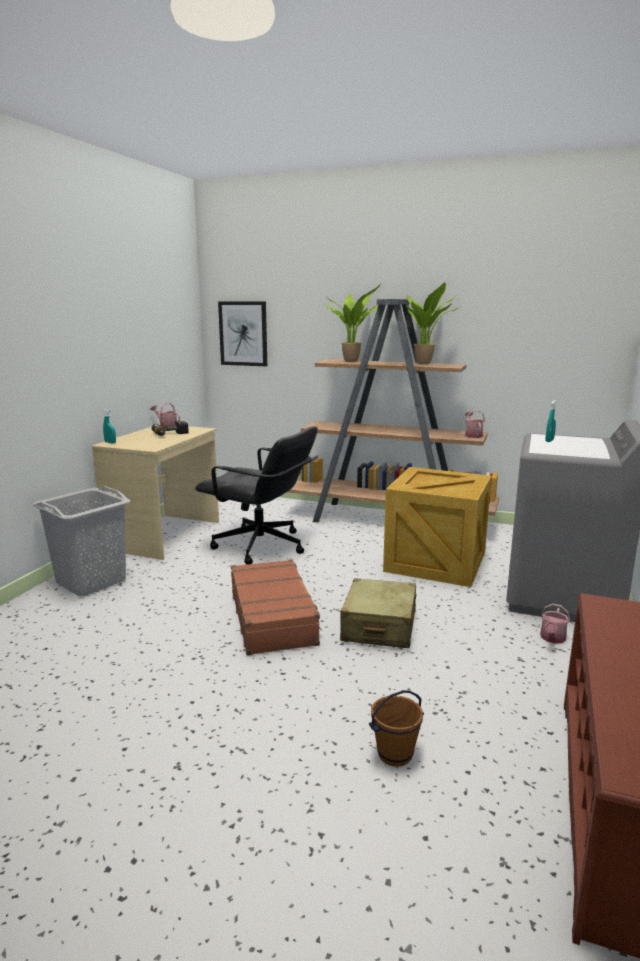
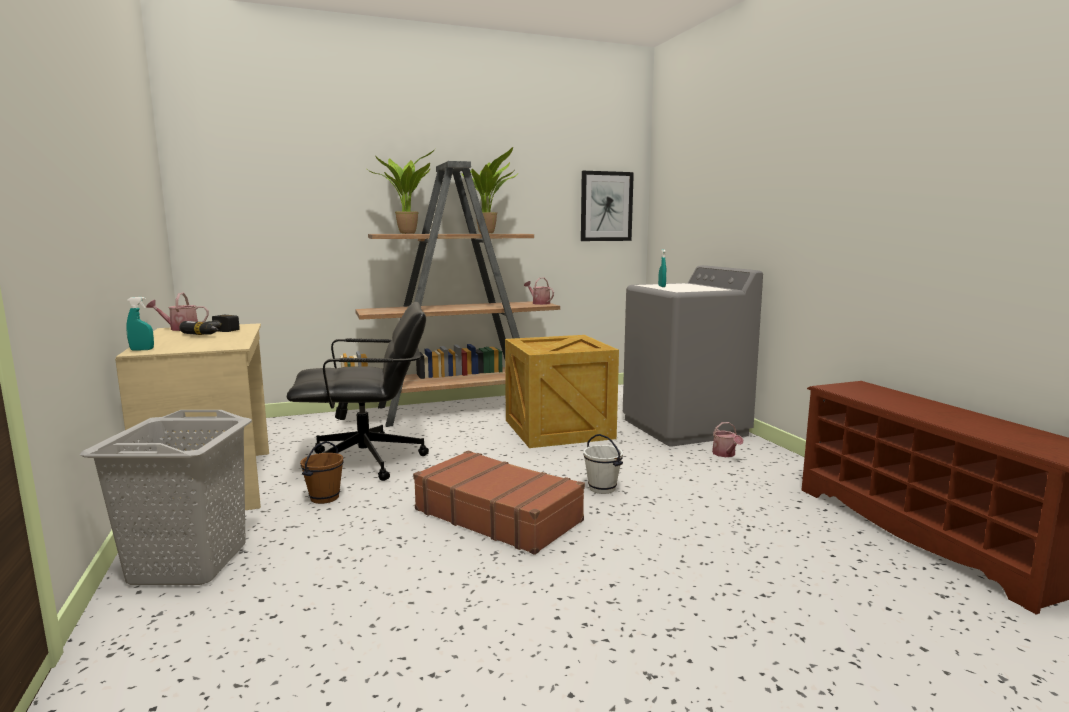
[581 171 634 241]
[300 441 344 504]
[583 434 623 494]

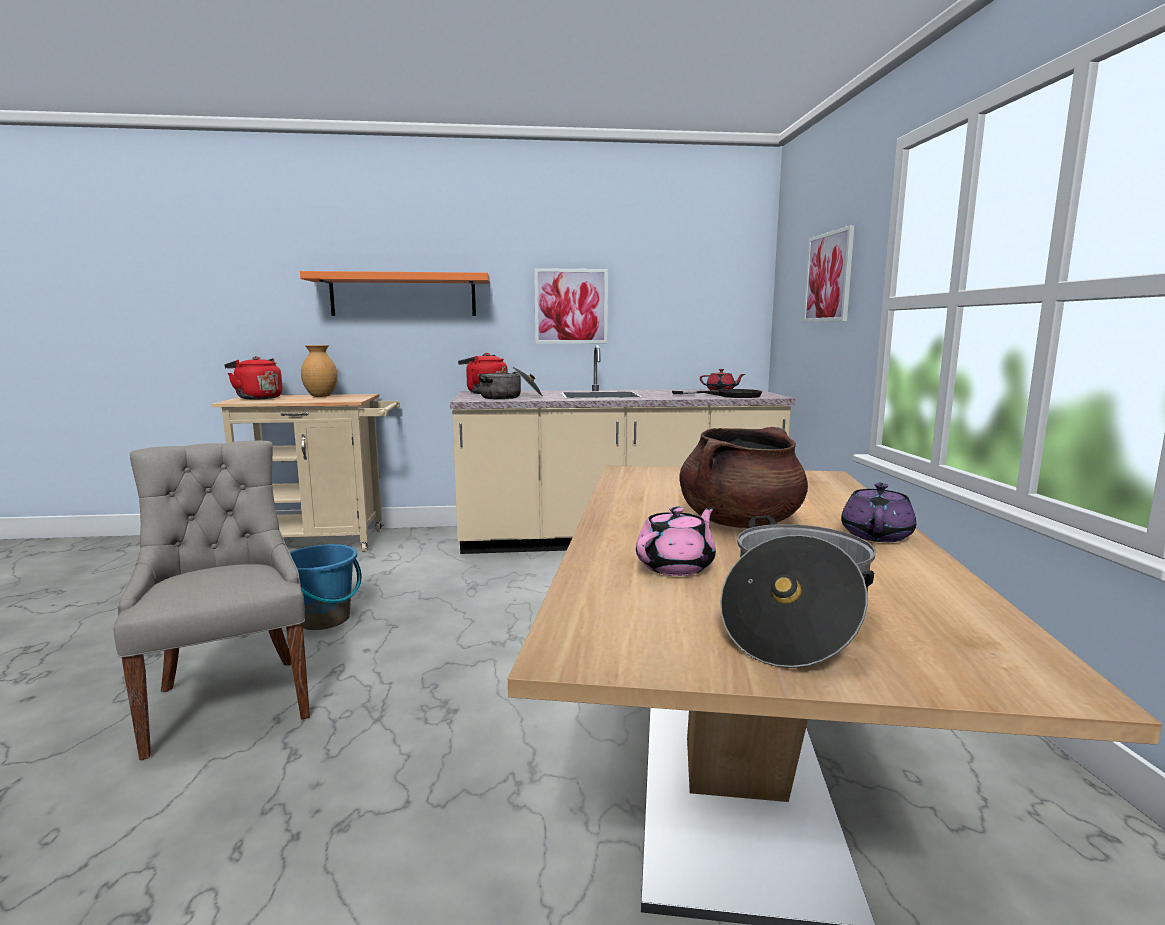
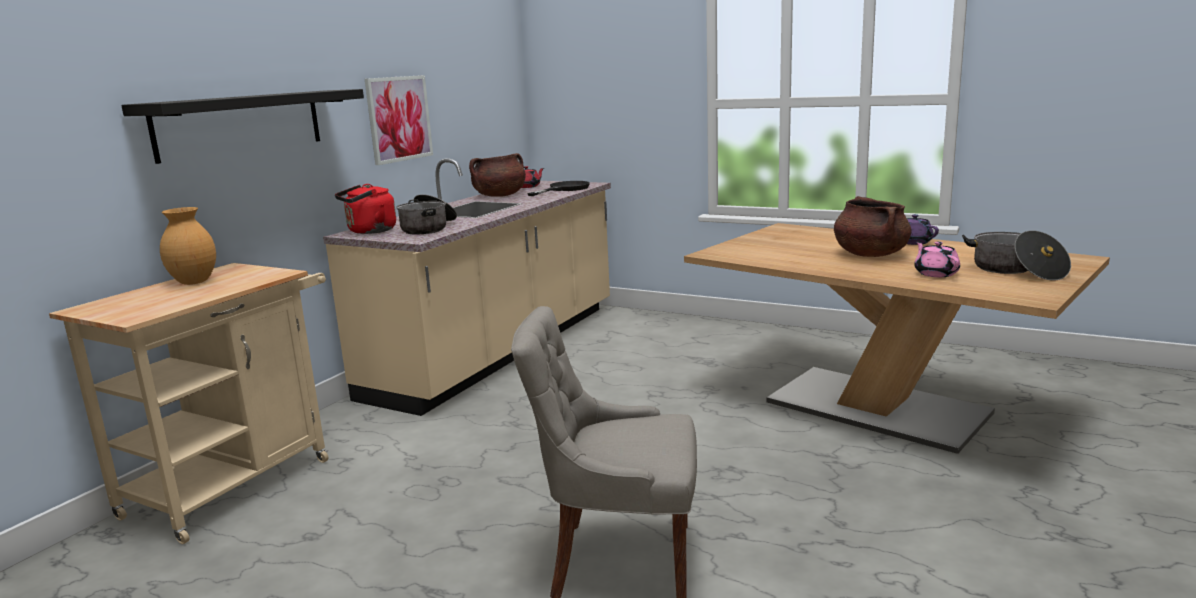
[224 356 283 400] (first image)
[290 544 362 630] (first image)
[803 225 855 322] (first image)
[469 153 526 197]
[121 89 364 164]

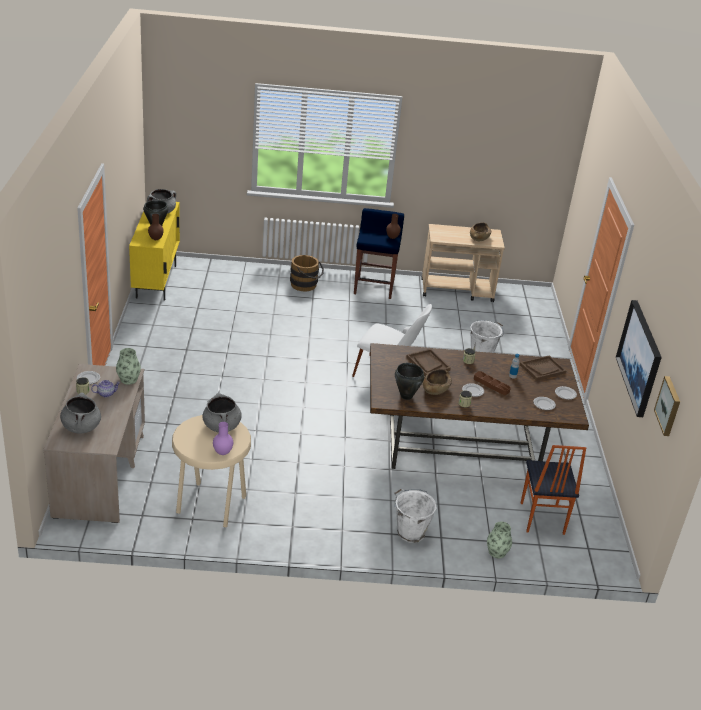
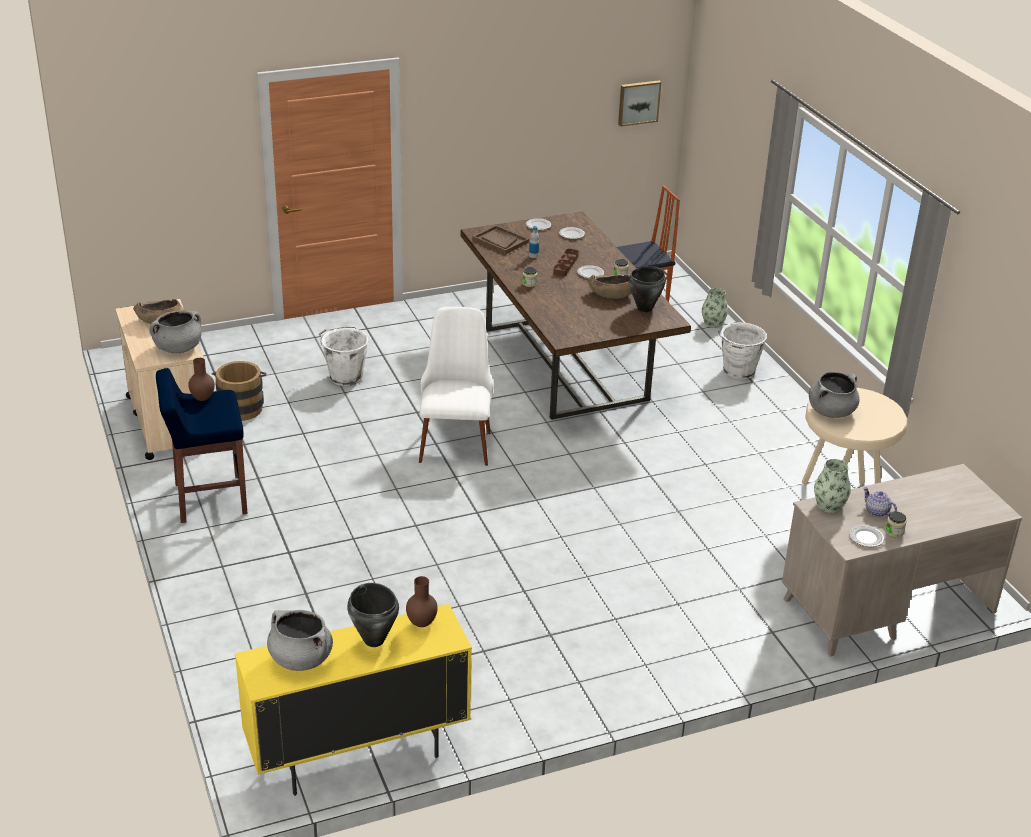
[213 422 233 455] (first image)
[406 349 451 376] (first image)
[616 300 662 417] (first image)
[149 310 202 353]
[212 361 267 421]

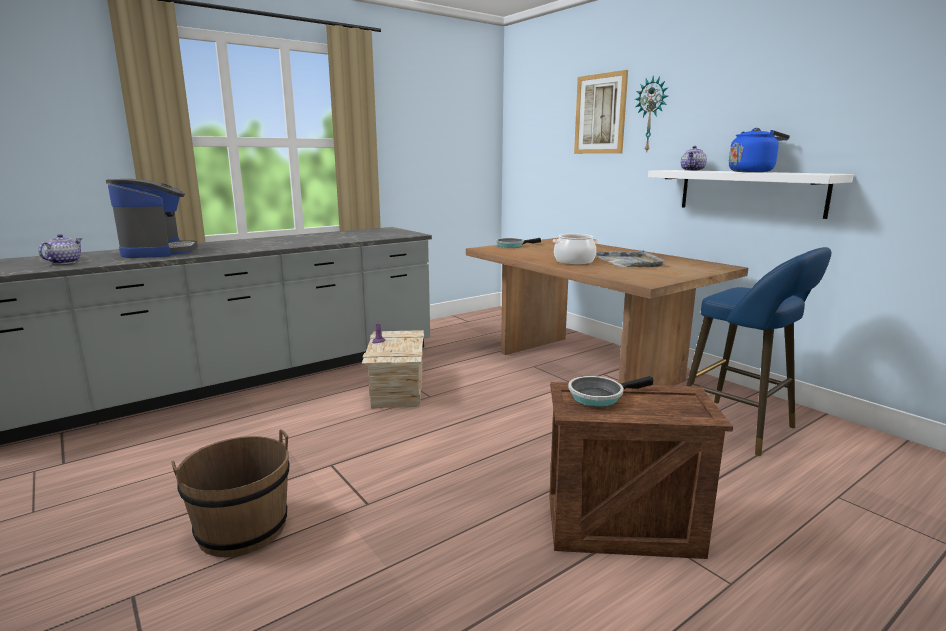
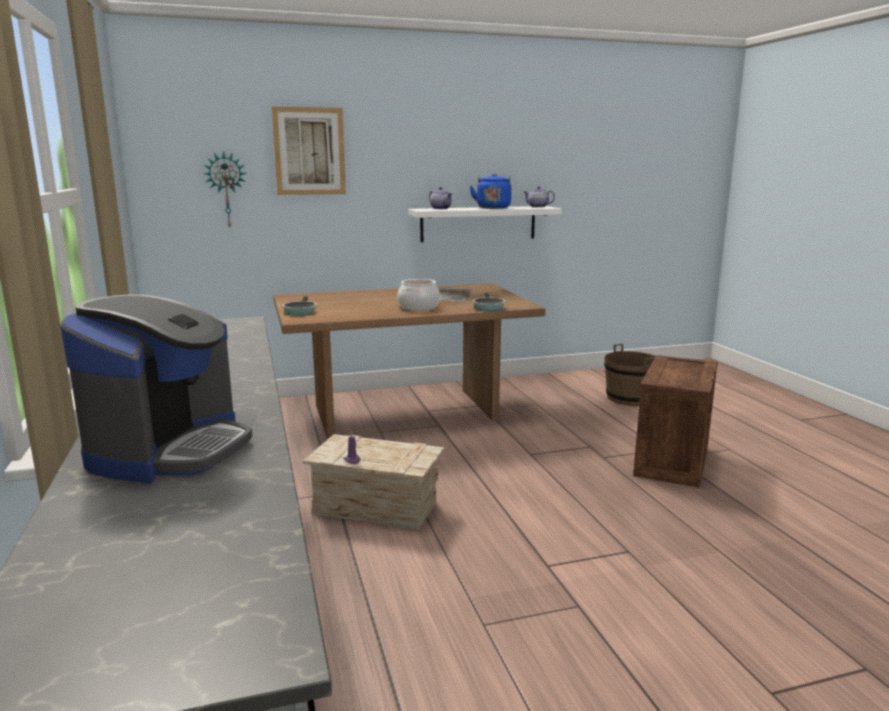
[686 247 832 456] (first image)
[523 186 555 208]
[604 344 656 406]
[472 293 505 311]
[203 151 247 228]
[61 294 252 483]

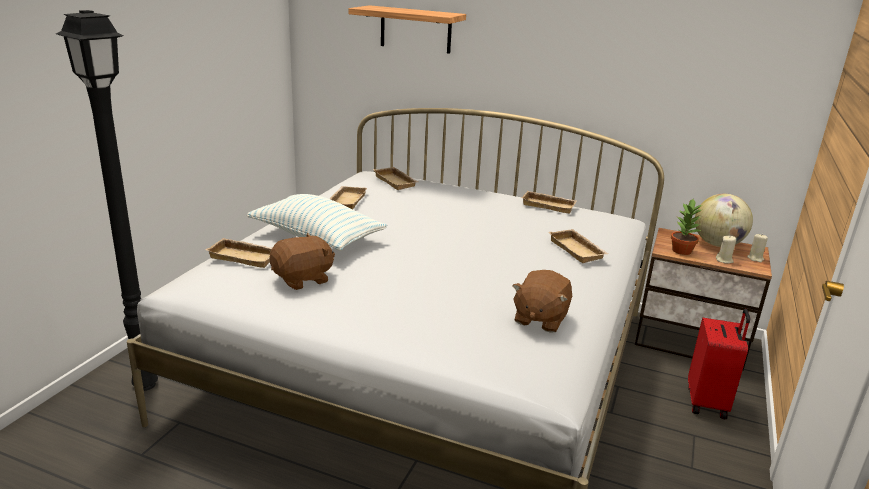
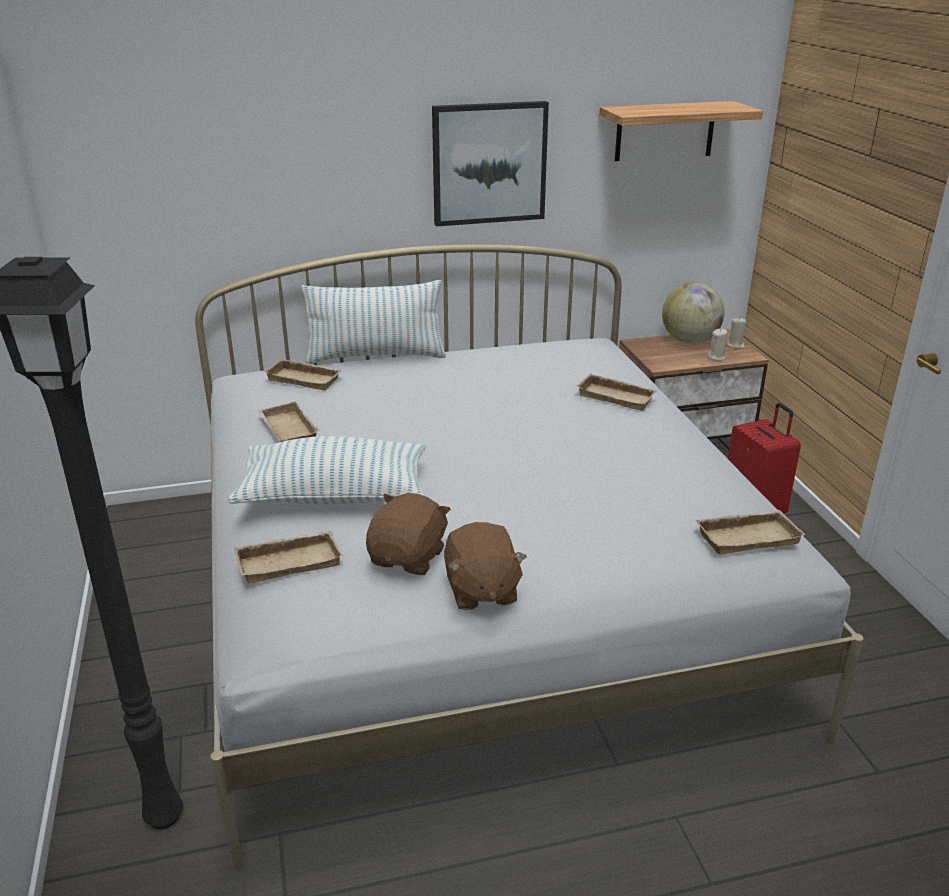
[671 198 703 255] (first image)
[301 280 446 364]
[432 101 549 226]
[599 101 763 161]
[444 522 527 610]
[695 510 805 555]

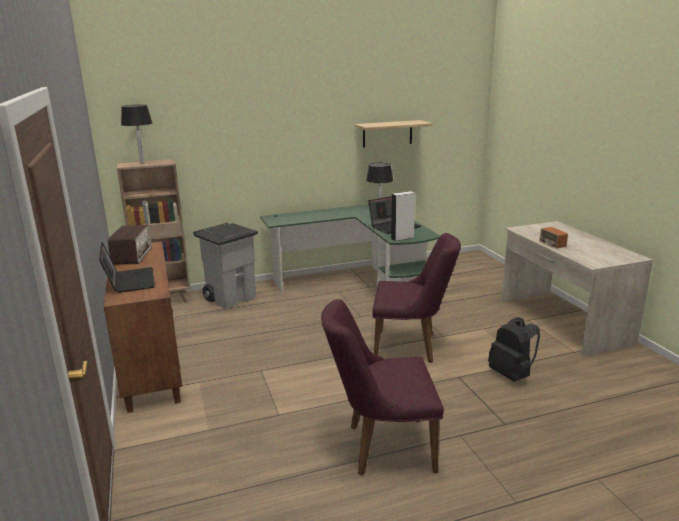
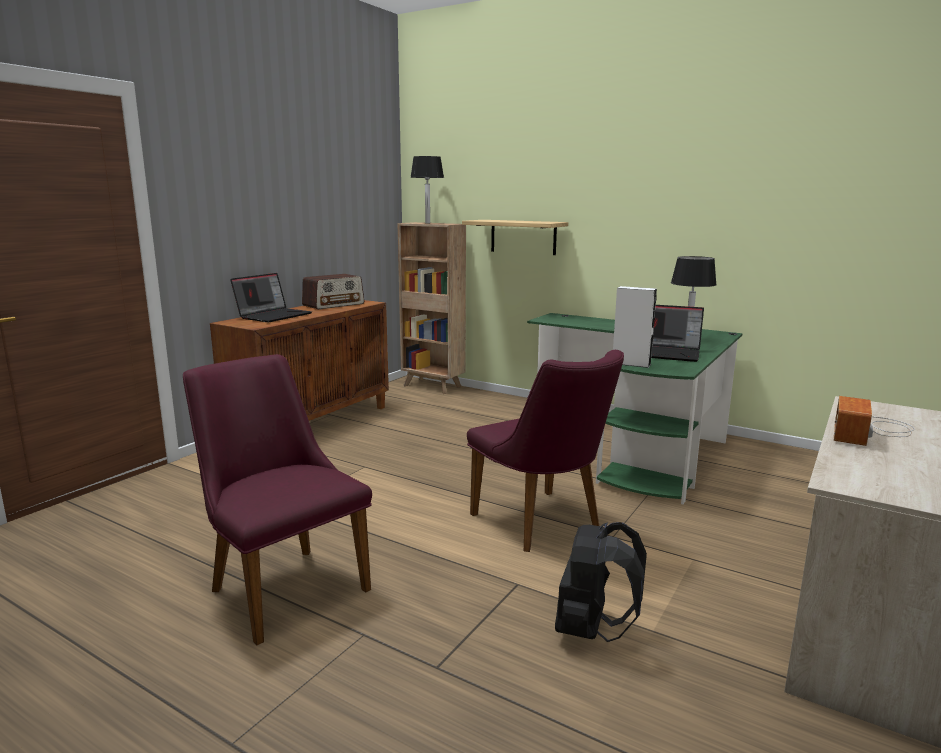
[193 223 258 309] (first image)
[462 220 568 255]

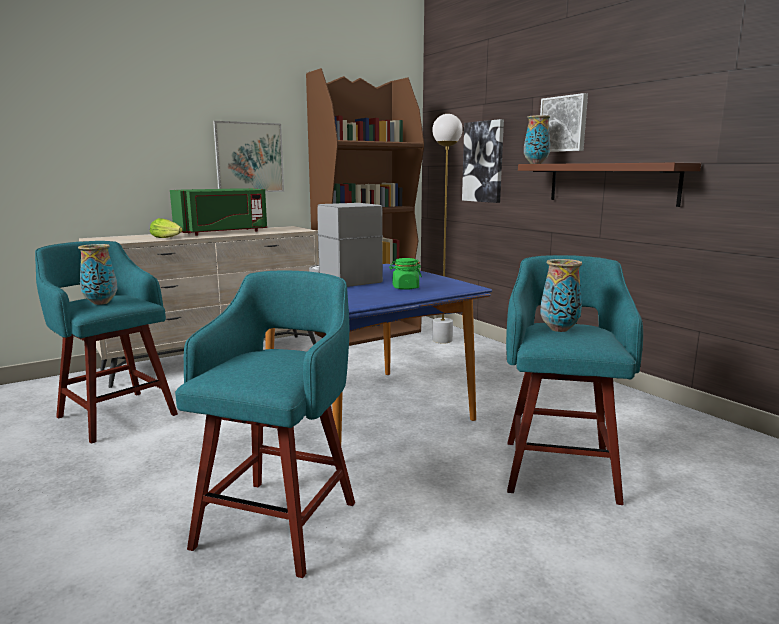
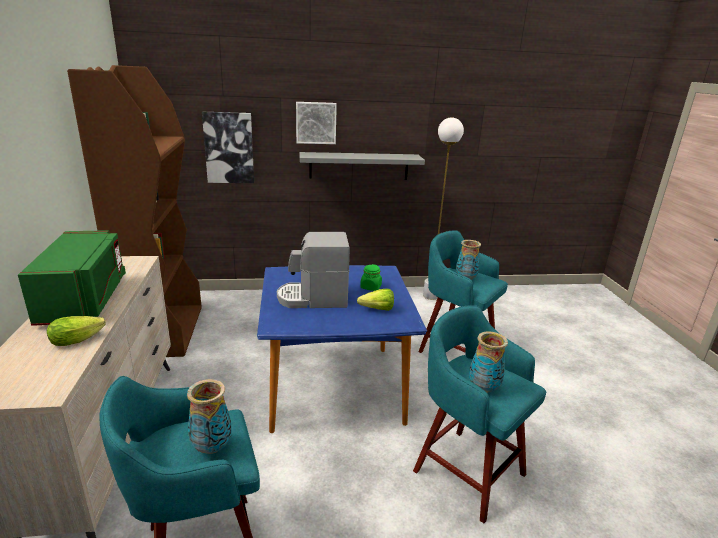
[213 121 284 192] (first image)
[357 289 394 311]
[423 117 464 300]
[469 331 508 393]
[299 152 425 180]

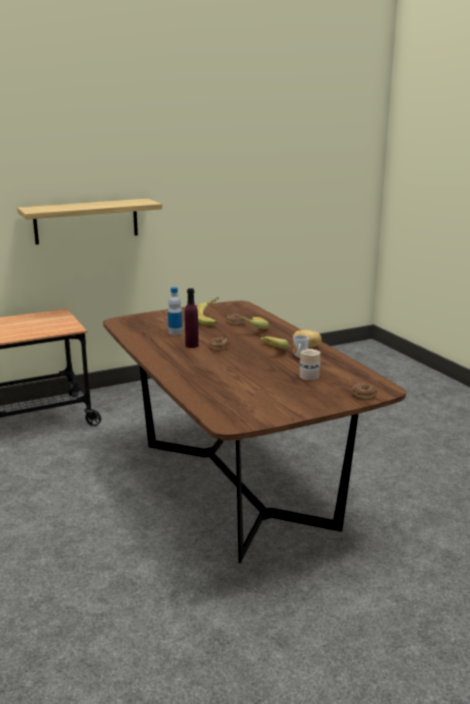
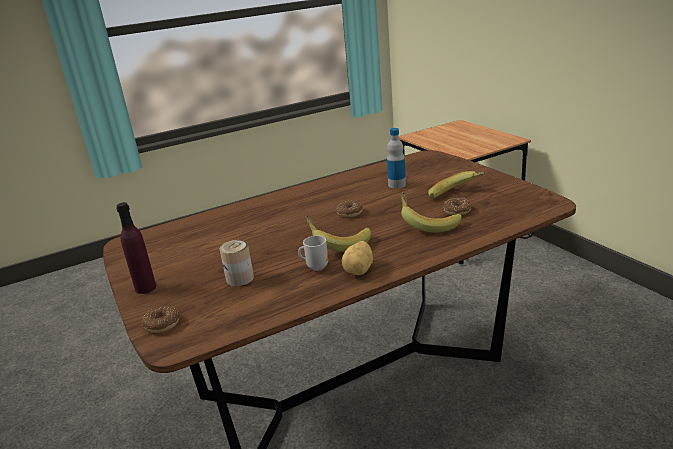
[17 199 162 245] (first image)
[116 202 156 294]

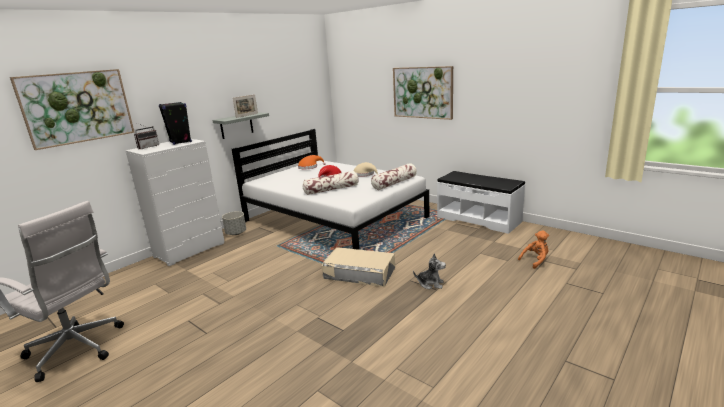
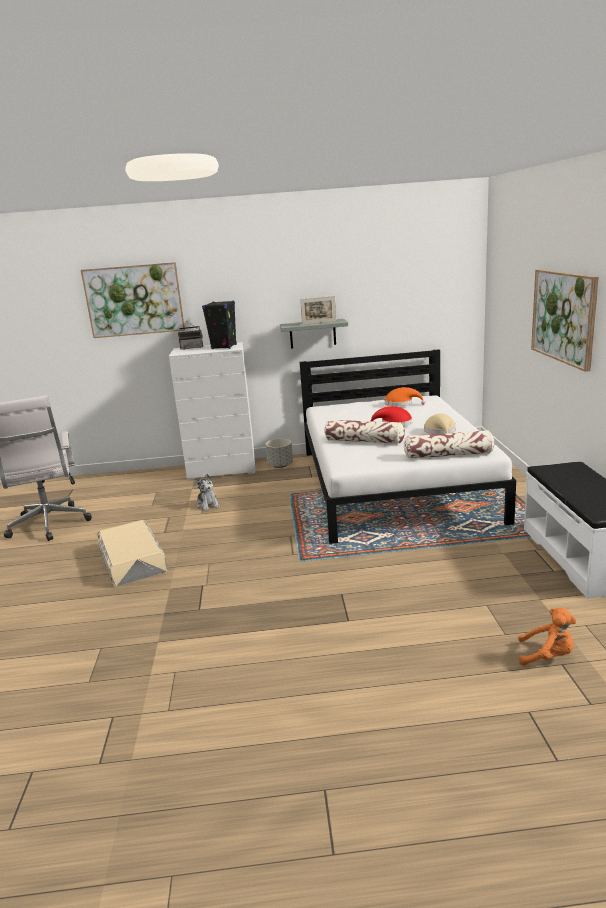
[97 520 167 587]
[195 474 220 511]

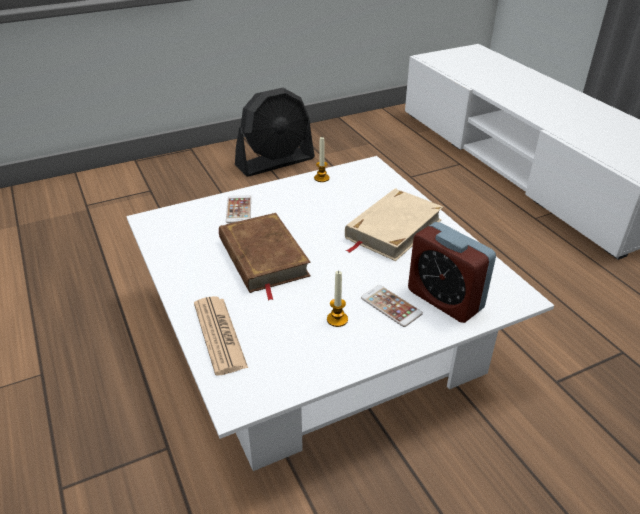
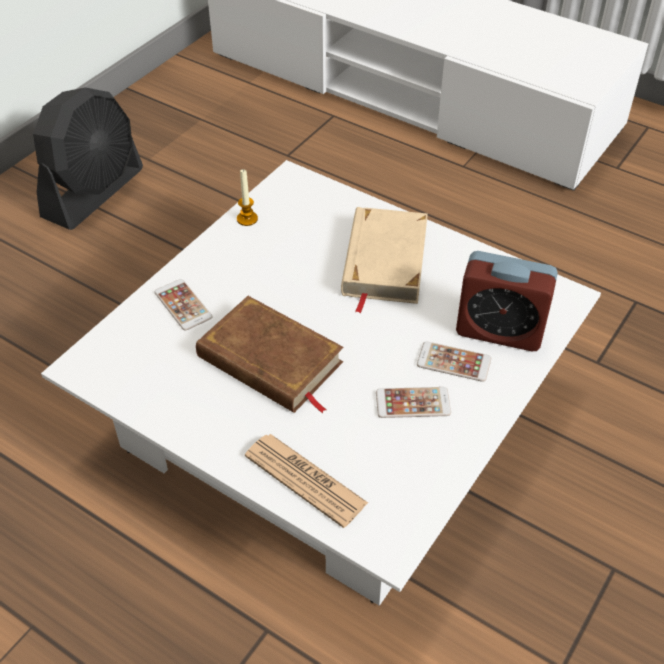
[376 387 451 418]

